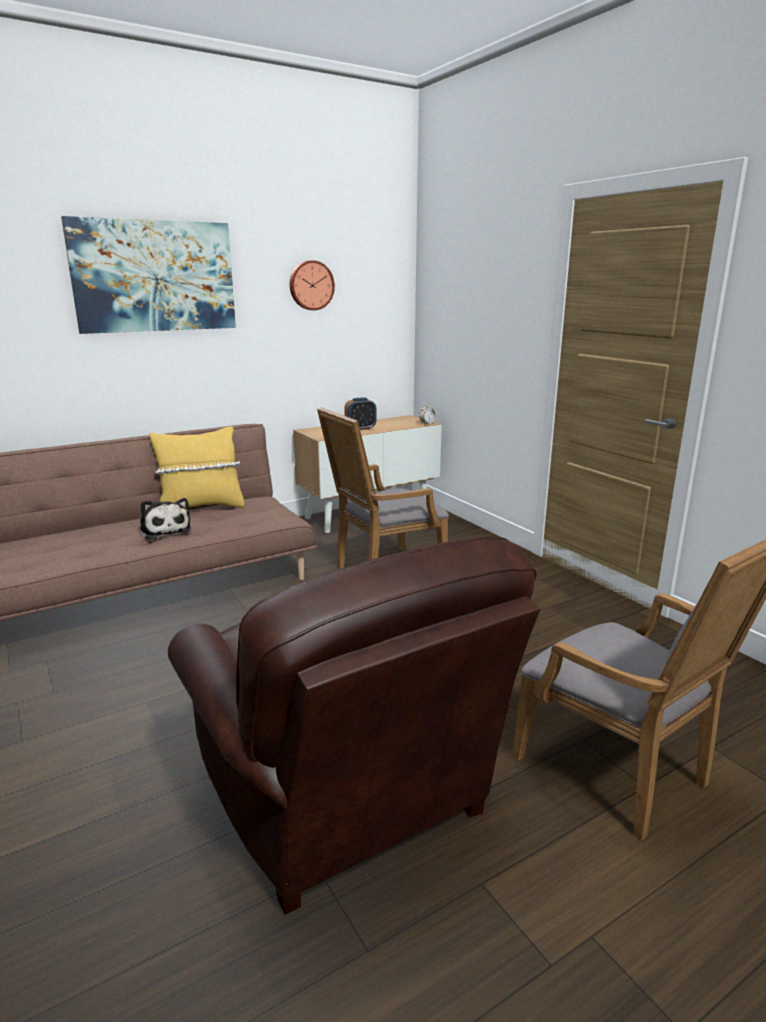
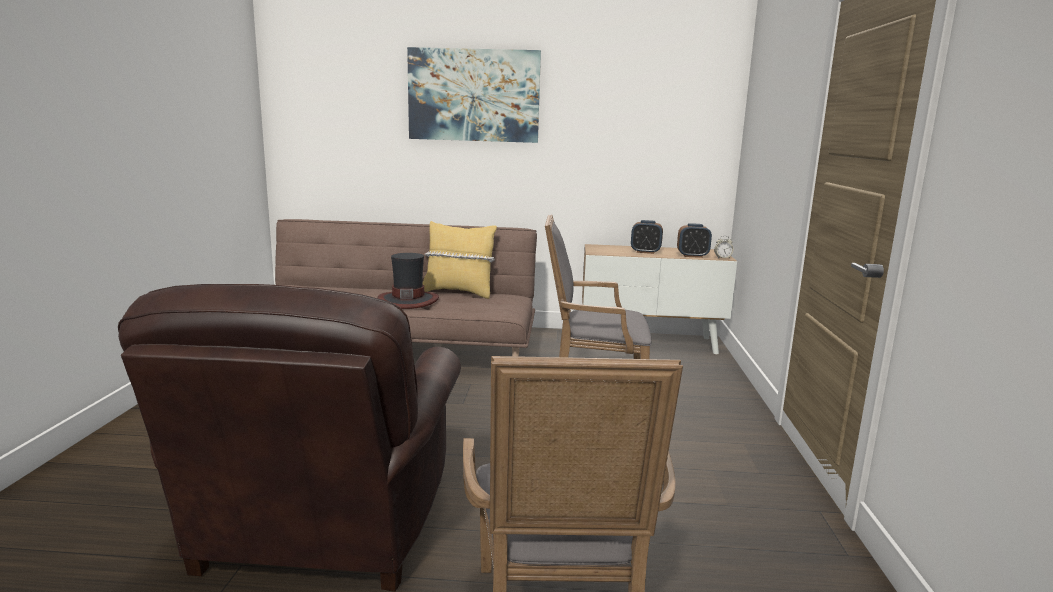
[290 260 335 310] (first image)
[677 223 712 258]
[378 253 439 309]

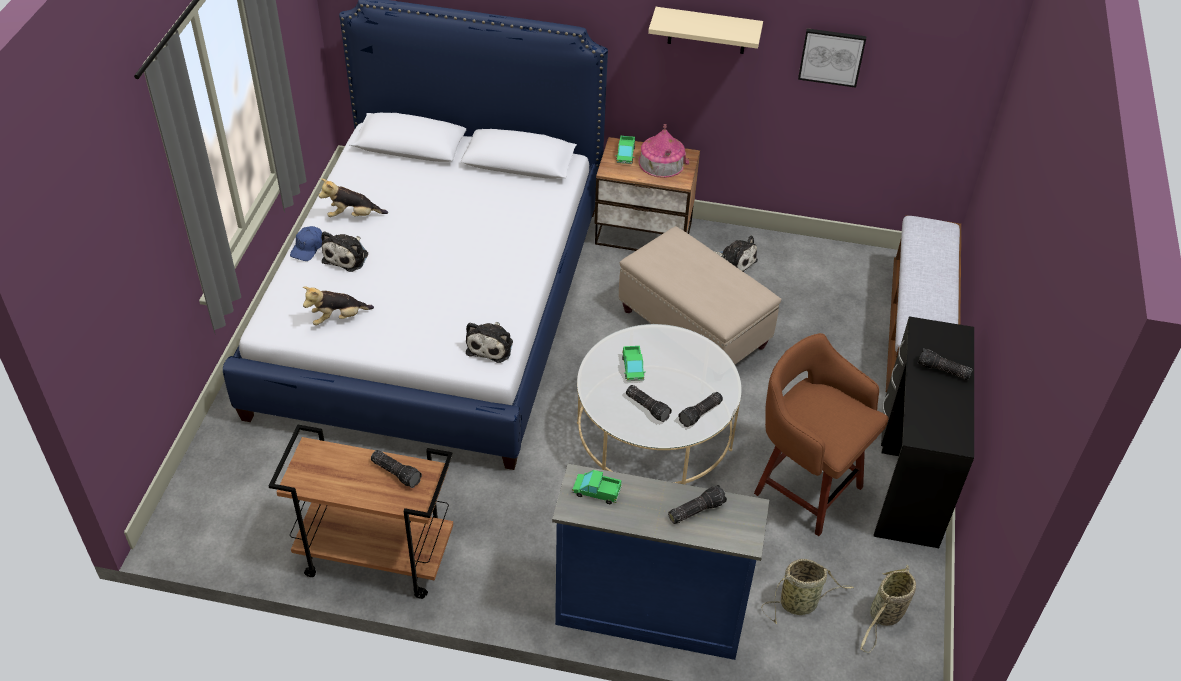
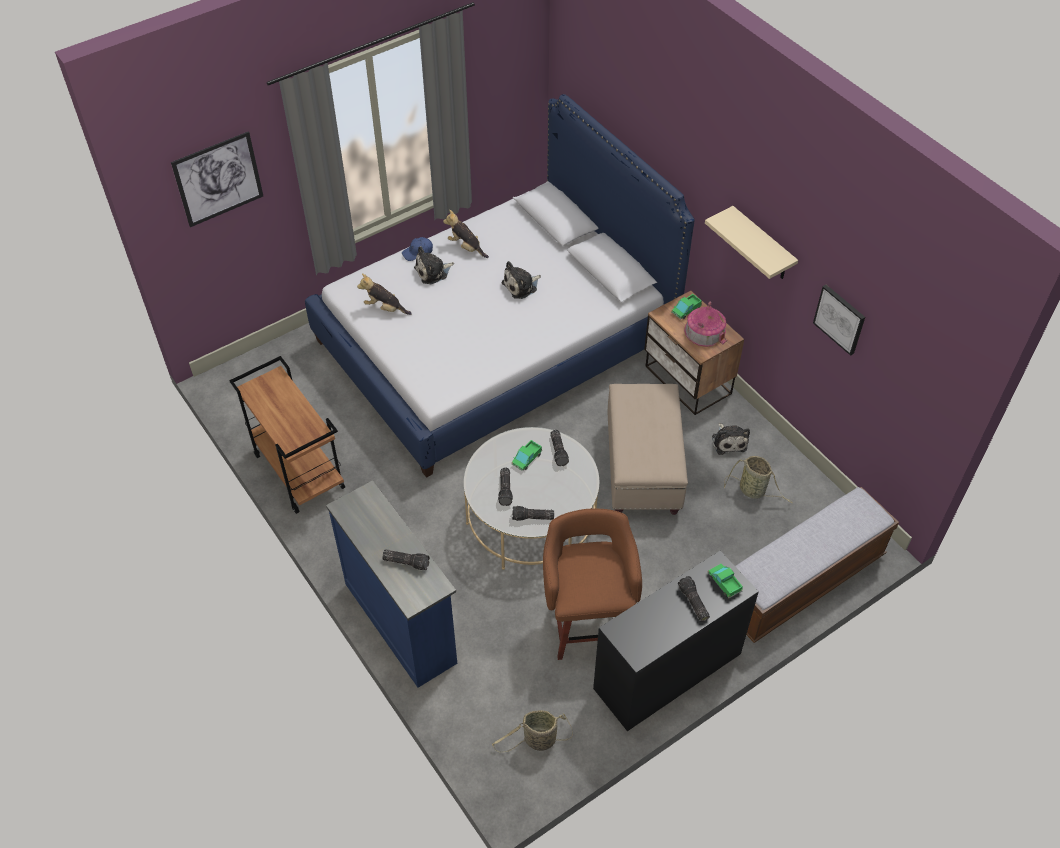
[171 131 263 227]
[550 430 569 466]
[502 261 541 299]
[708 564 743 598]
[724 456 792 503]

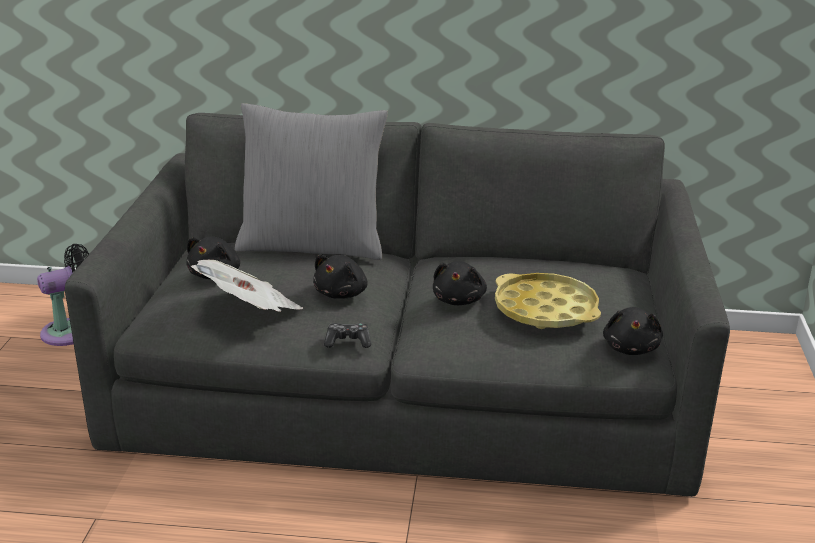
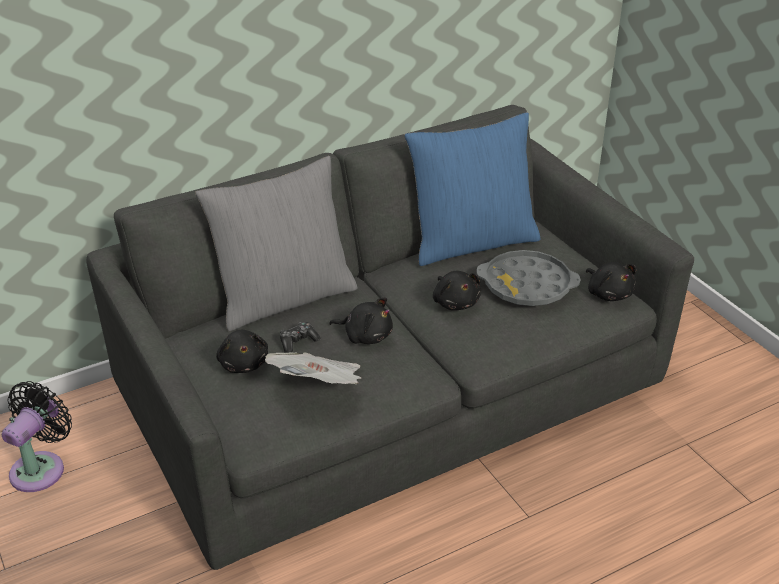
[404 112 540 266]
[280 322 320 353]
[476 250 580 306]
[329 298 393 344]

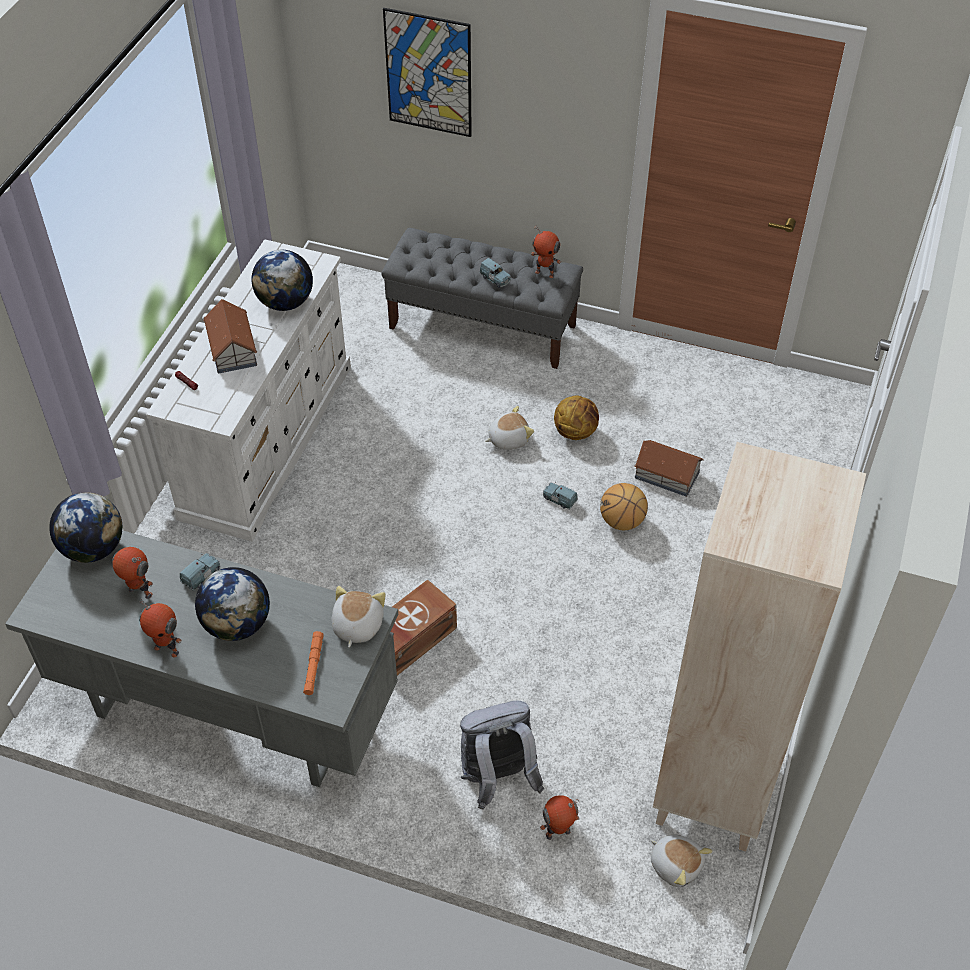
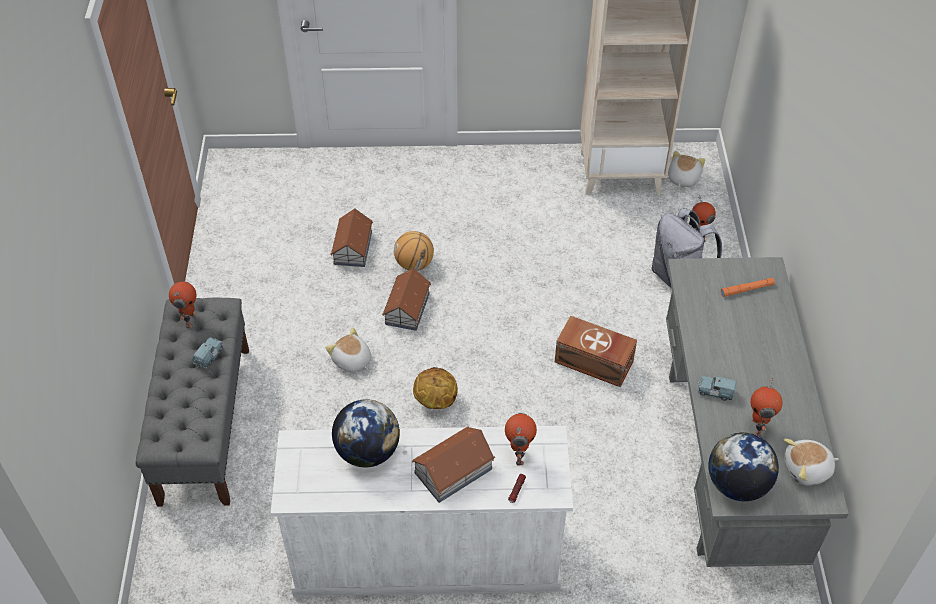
[195 567 270 641] (first image)
[383 8 472 137] (first image)
[505 413 537 466]
[784 439 839 486]
[413 367 458 409]
[382 268 431 331]

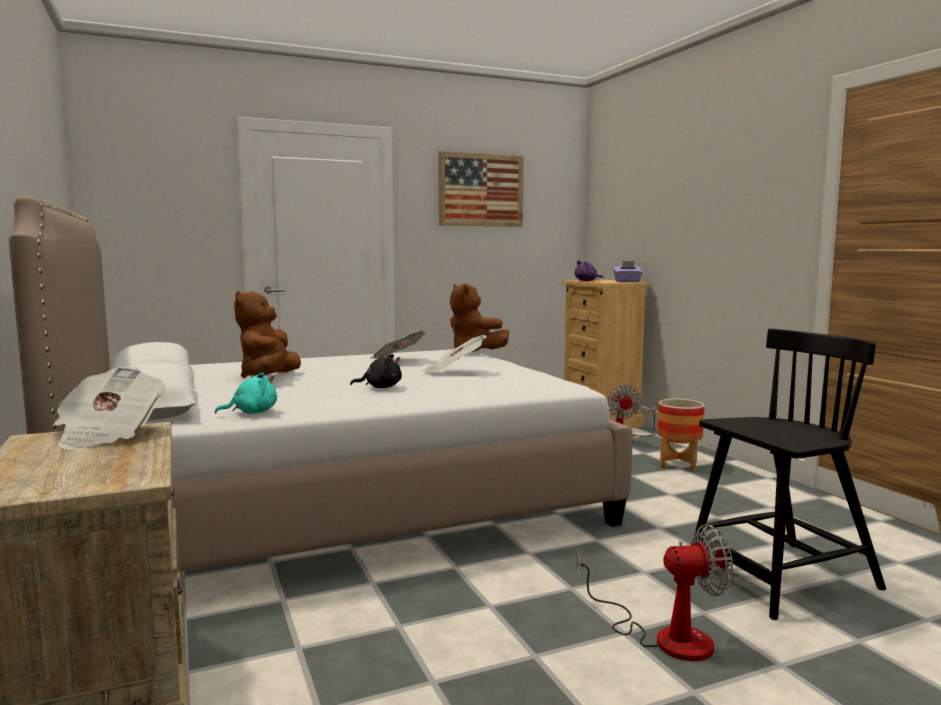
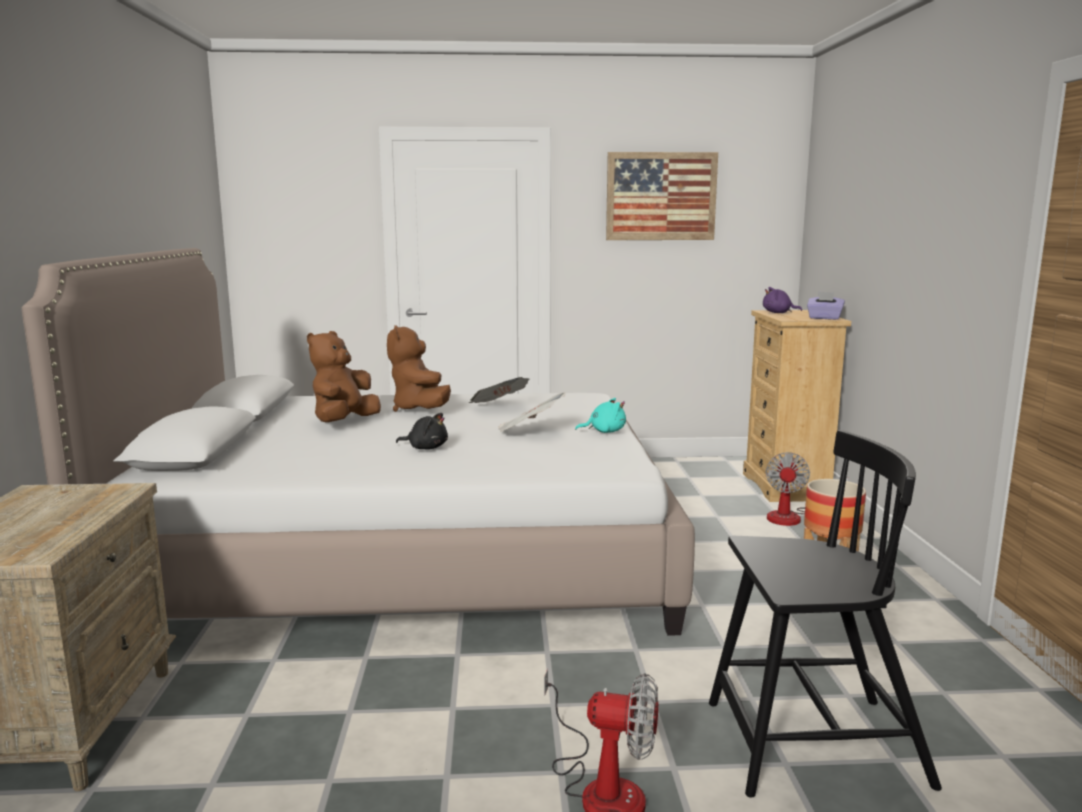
[54 367 166 449] (first image)
[575 398 626 433]
[387 325 451 412]

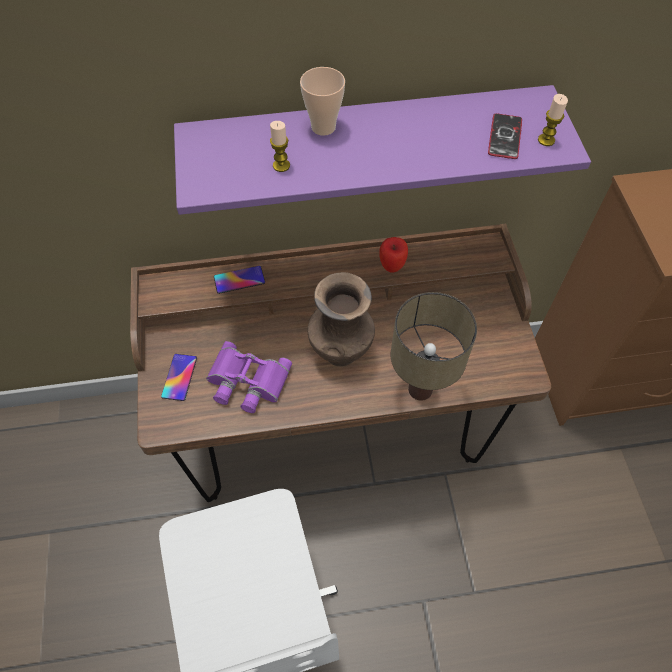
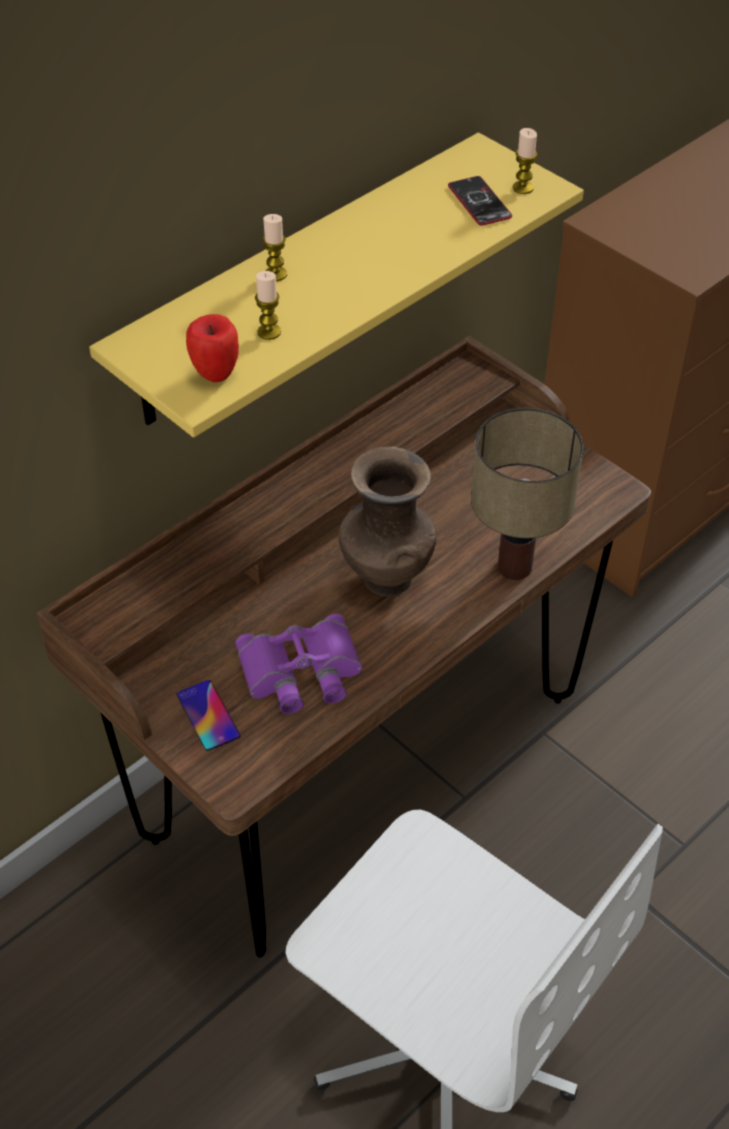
[214 266 265 294] (first image)
[186 314 239 382]
[262 214 287 281]
[89 133 584 437]

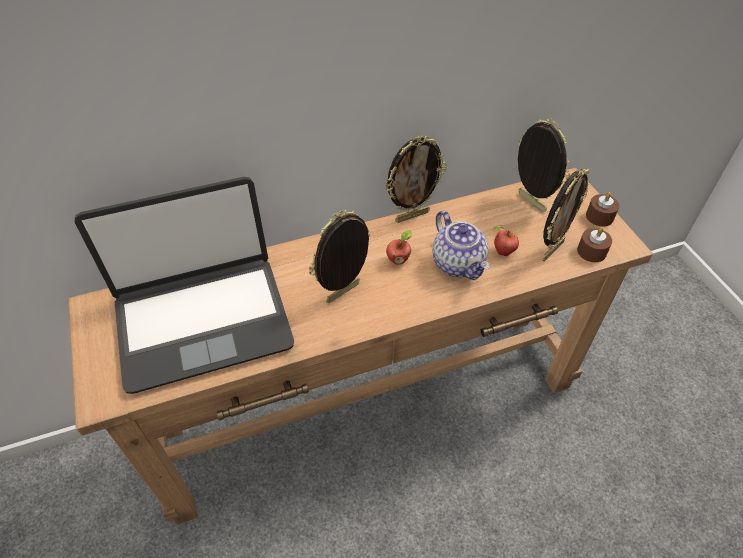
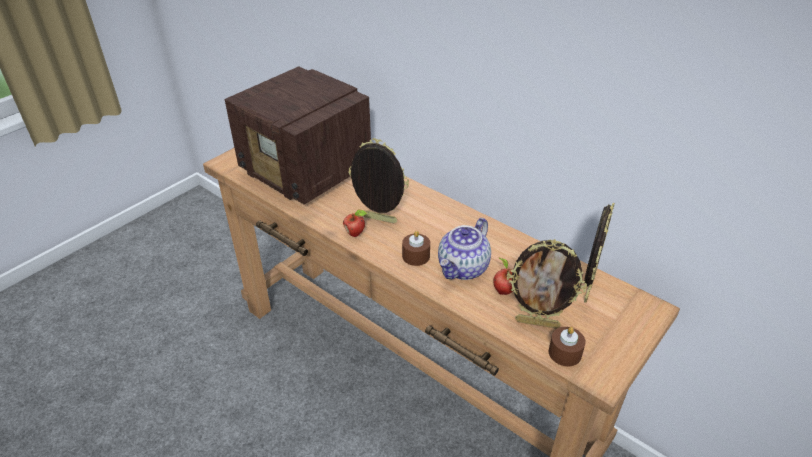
[385 136 447 223] (first image)
[343 209 367 237]
[402 231 430 266]
[225 66 371 205]

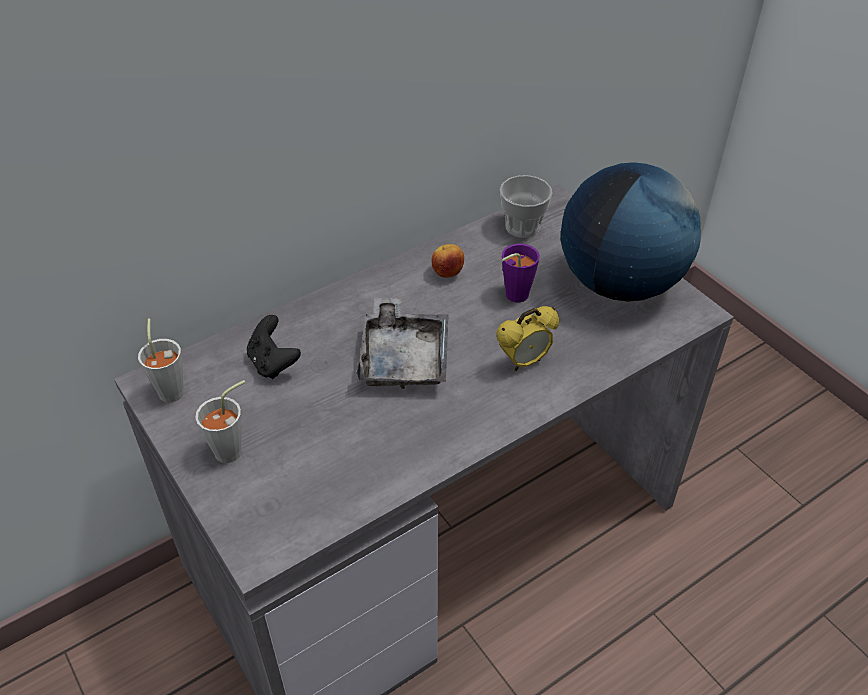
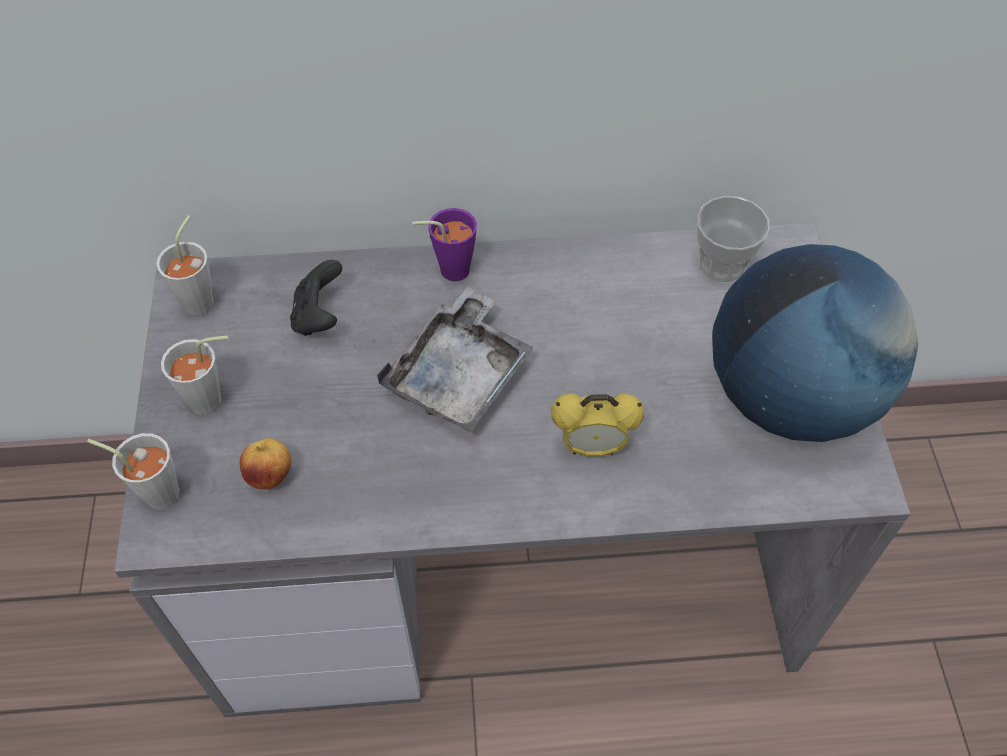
[87 433 180 510]
[240 438 291 489]
[412 208 477 281]

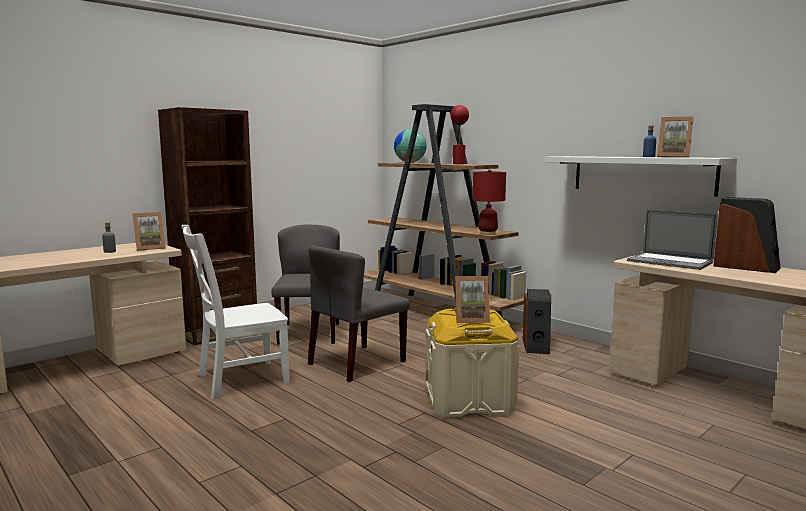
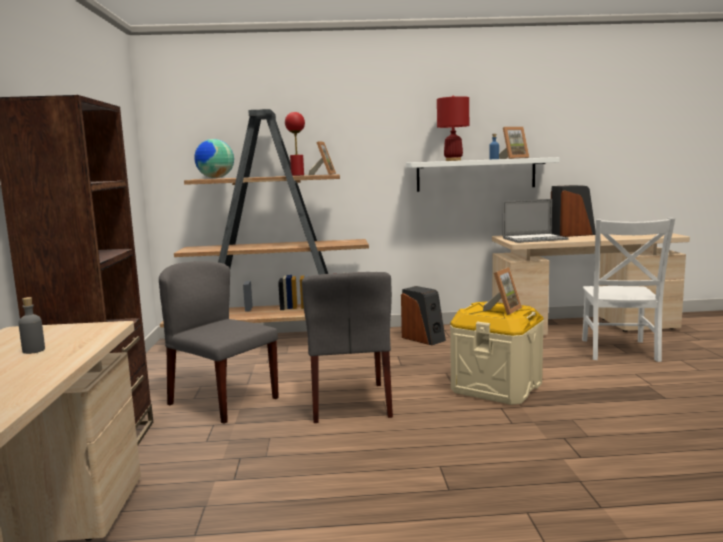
[309 141 336 175]
[582 218 675 362]
[437 95 469 161]

